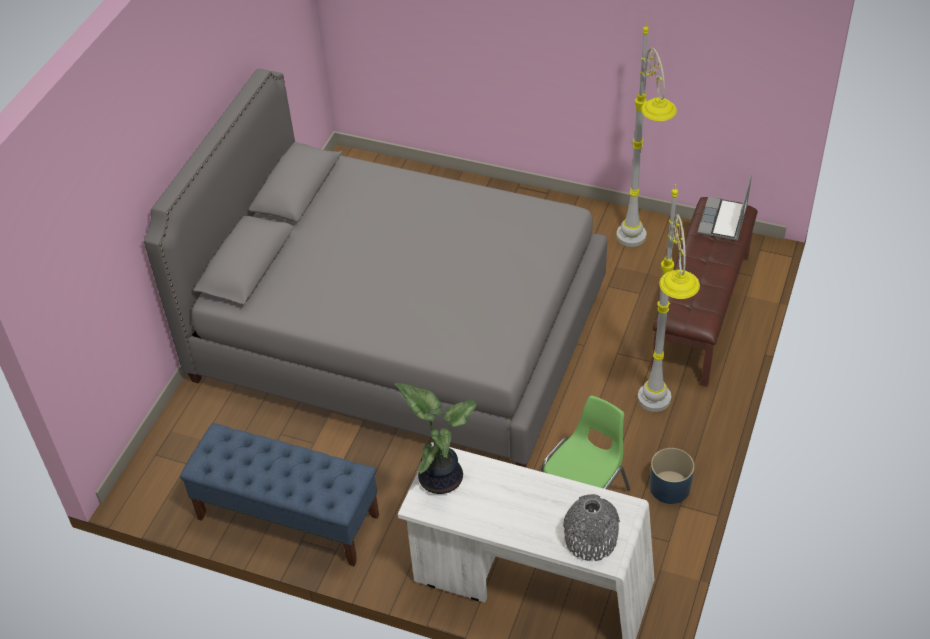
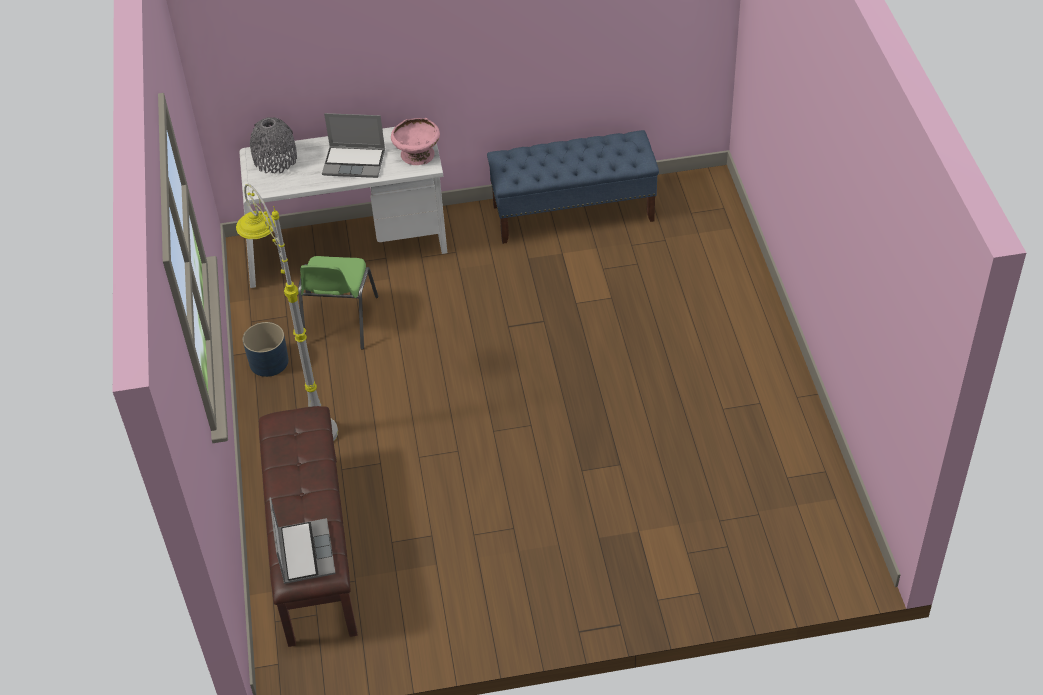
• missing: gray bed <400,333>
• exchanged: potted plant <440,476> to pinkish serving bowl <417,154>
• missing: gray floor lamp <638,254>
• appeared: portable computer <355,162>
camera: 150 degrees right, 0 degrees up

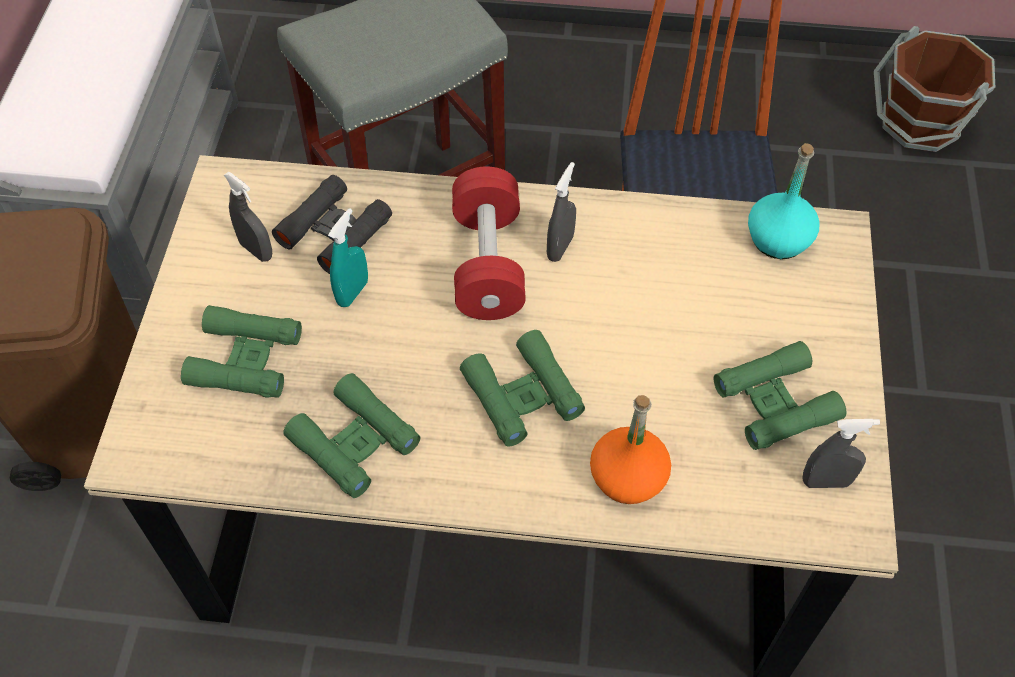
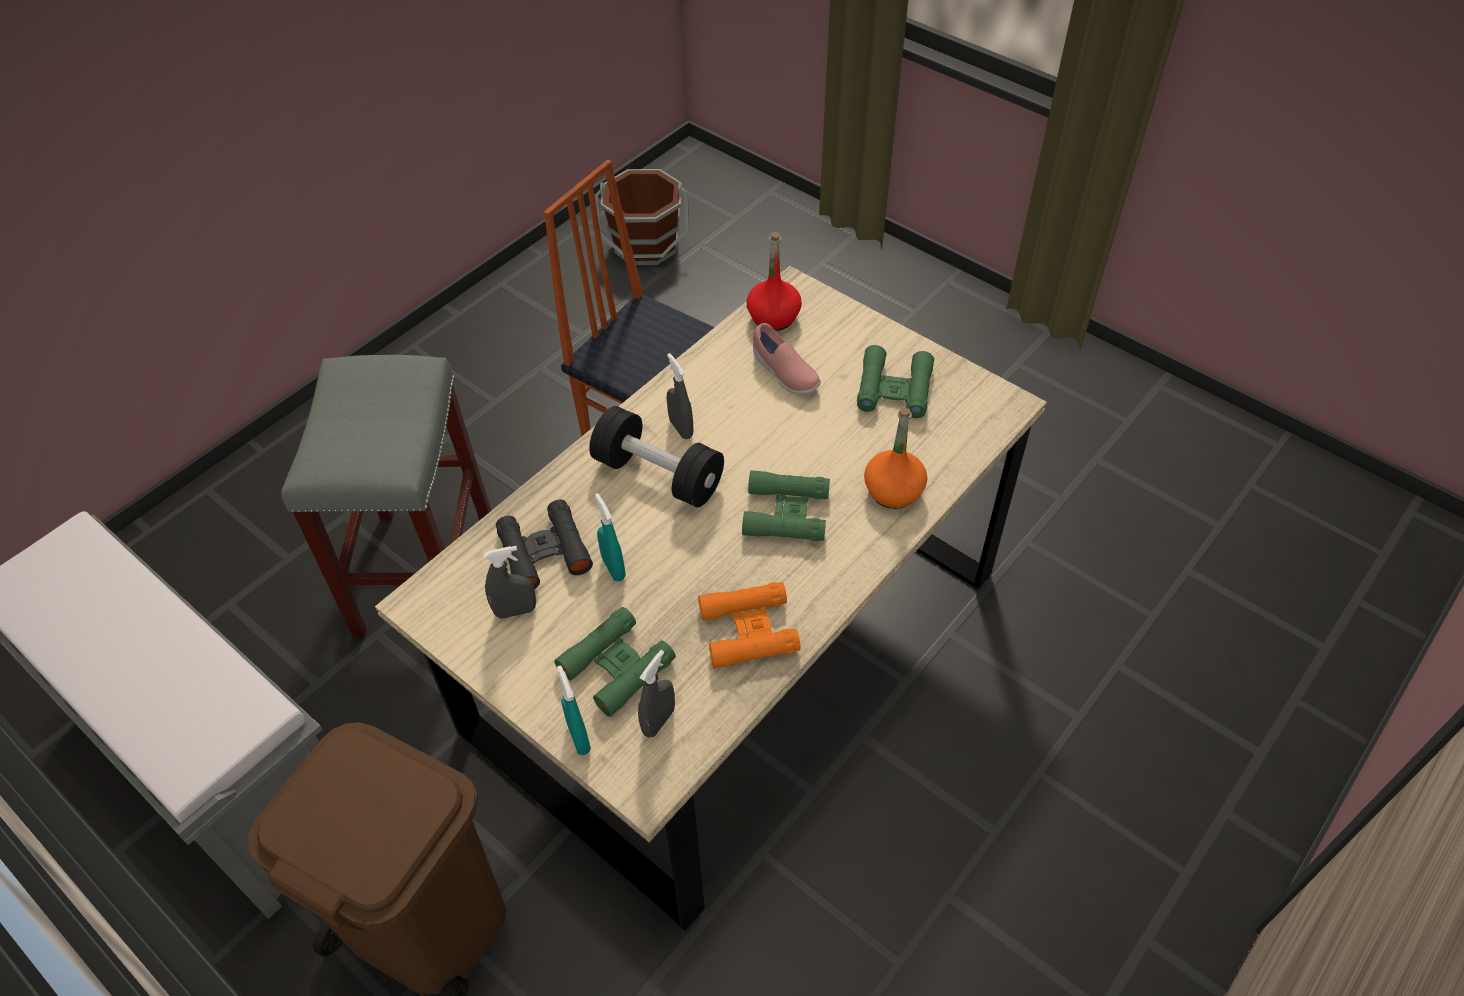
• colour: greenish pair of binoculars <354,442> to orangey pair of binoculars <748,630>
• colour: reddish dumbbell <488,263> to blackish dumbbell <658,475>
• colour: turquoise-coloured bottle <778,239> to reddish bottle <774,317>
• relocated: gray sprayer <826,482> to <658,721>
• appeared: turquoise-coloured sprayer <579,737>
• appeared: pinkish low shoe <784,373>
camera: 55 degrees left, 5 degrees down

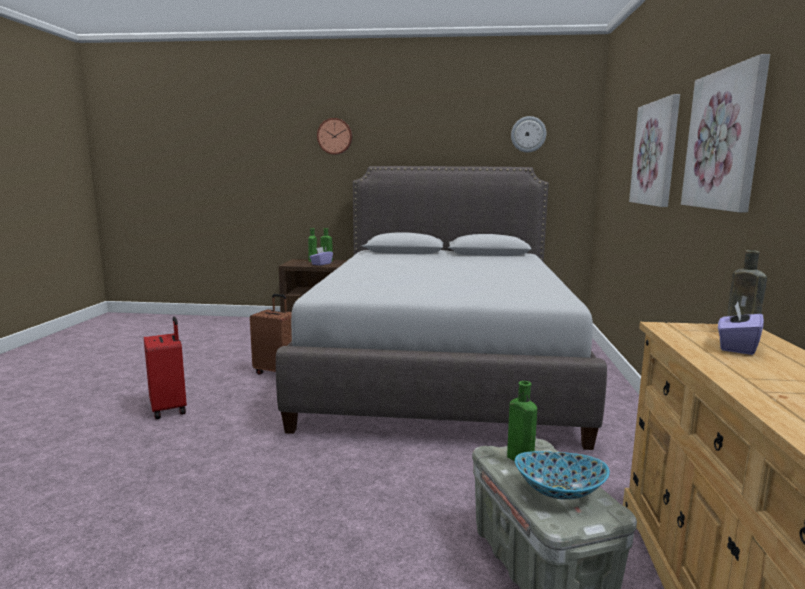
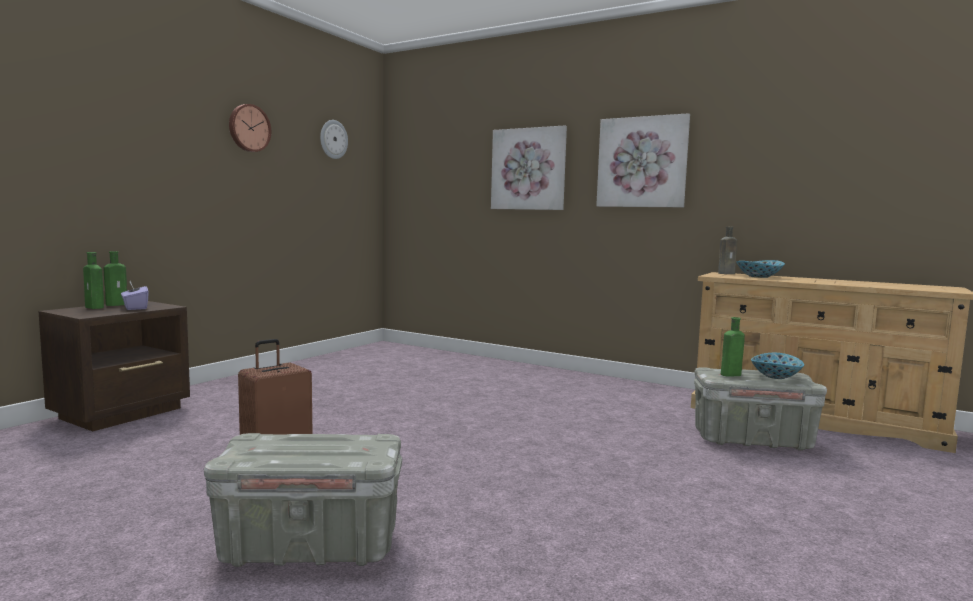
• exchanged: reddish piece of luggage <170,409> to gray storage box <311,546>
• missing: gray bed <442,367>
• relocated: hanging clock <335,136> to <248,128>
• exchanged: purple-coloured box of tissues <736,347> to serving bowl <759,277>
camera: 65 degrees left, 5 degrees down

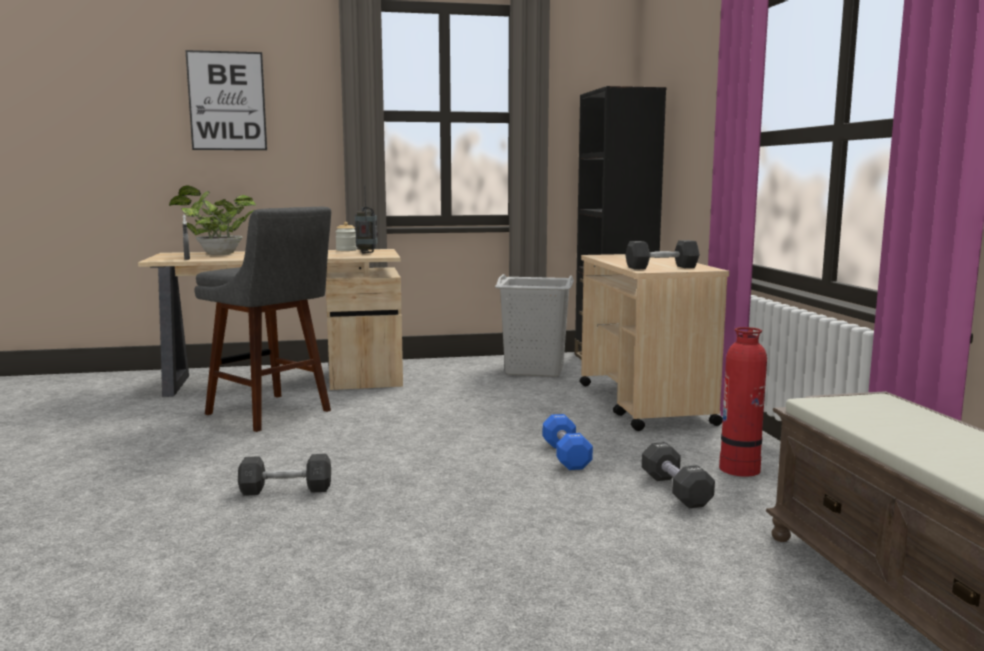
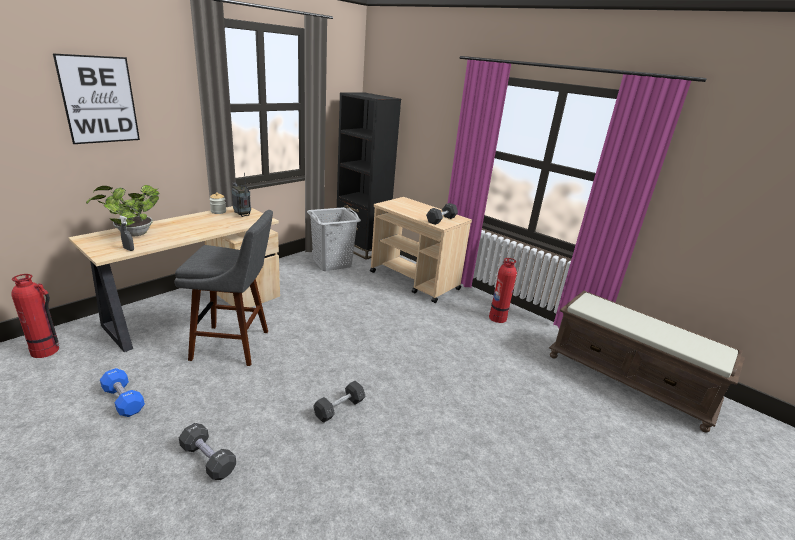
• relocated: blue dumbbell <566,456> to <123,400>
• relocated: blackish dumbbell <675,490> to <208,459>
• appeared: extinguisher <45,351>
camera: 40 degrees left, 15 degrees up

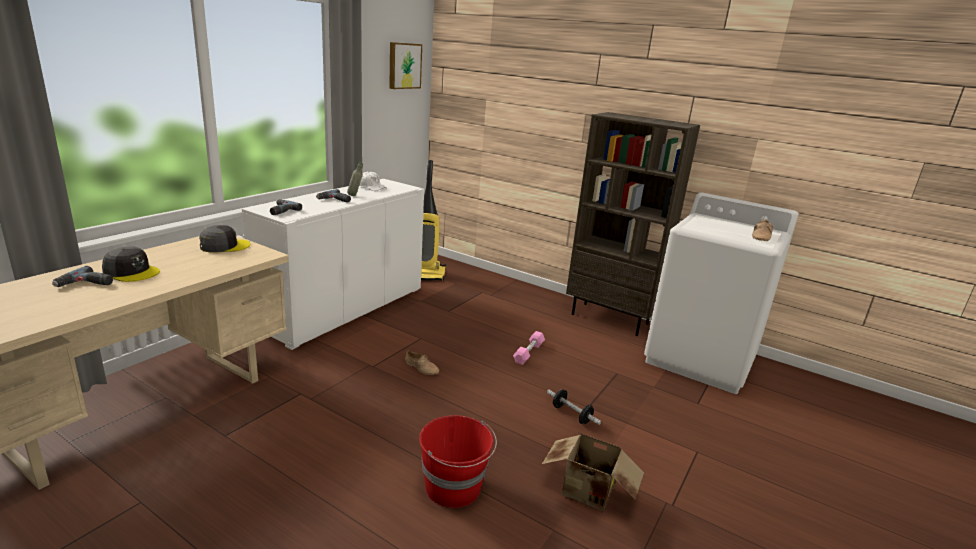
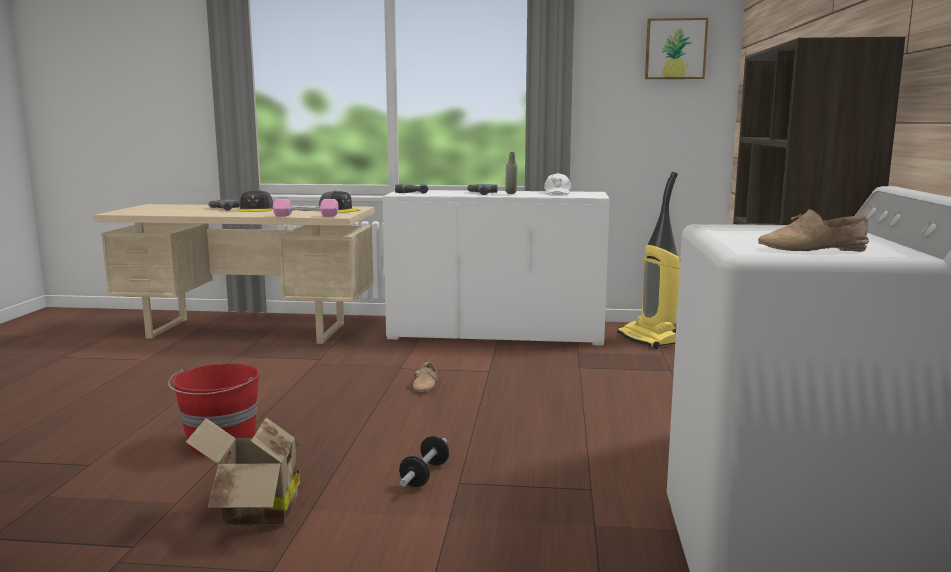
• relocated: pinkish dumbbell <528,353> to <306,215>
camera: 65 degrees right, 10 degrees down

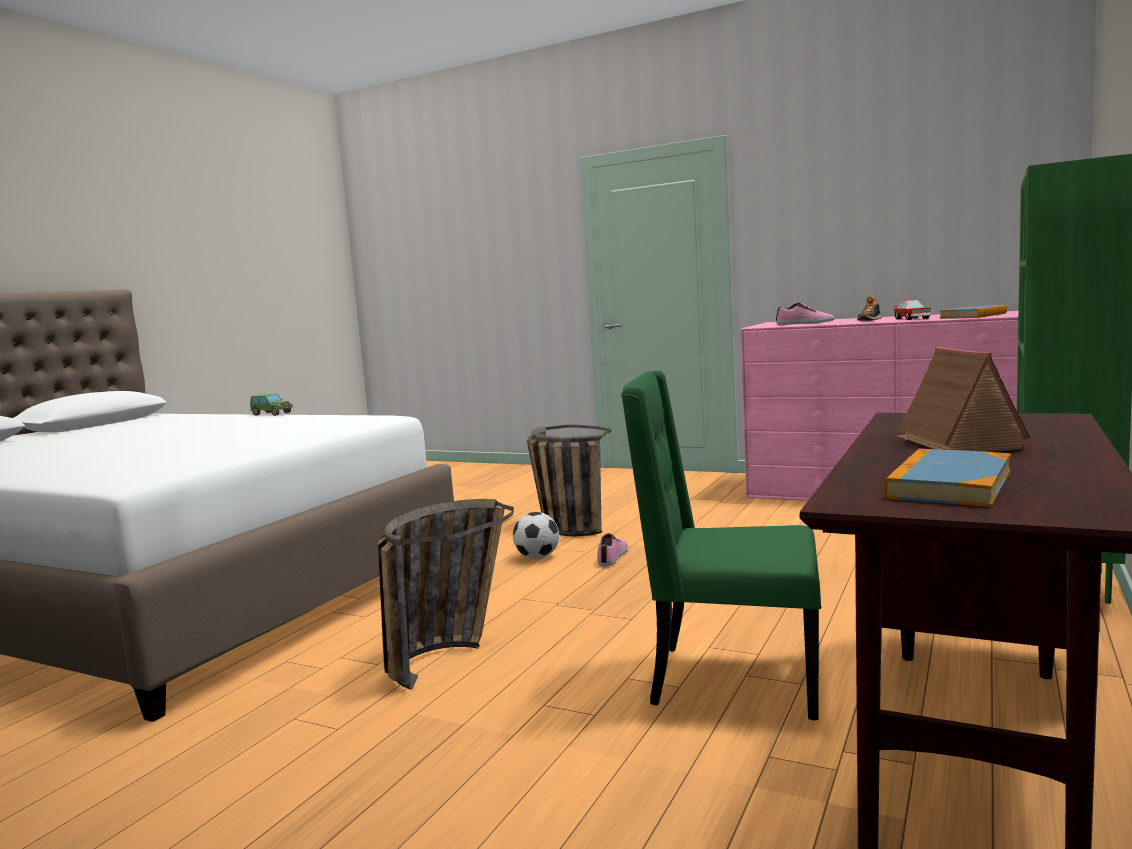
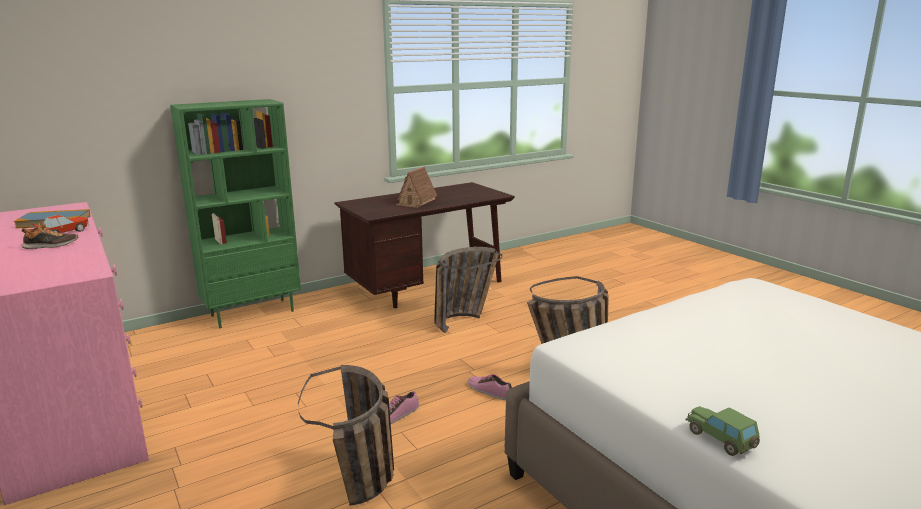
• missing: ball for football <537,557>
• exchanged: greenish chair <731,679> to household basket <464,320>
• relocated: low shoe <804,323> to <490,391>
• missing: volume <949,484>
camera: 150 degrees left, 10 degrees up

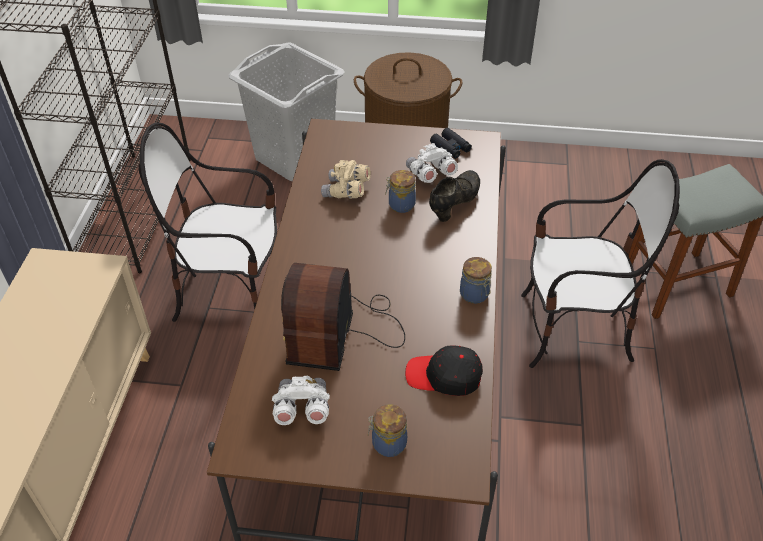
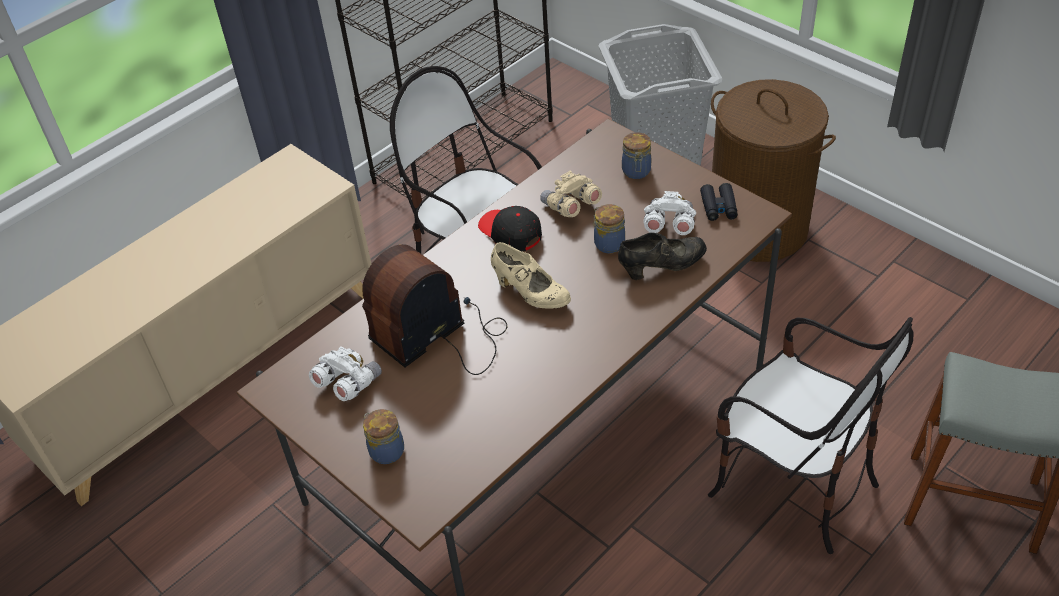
• relocated: blackish cap <444,376> to <510,233>
• relocated: jar <475,295> to <636,172>
• appeared: beige-coloured low shoe <530,294>
camera: 40 degrees right, 0 degrees up

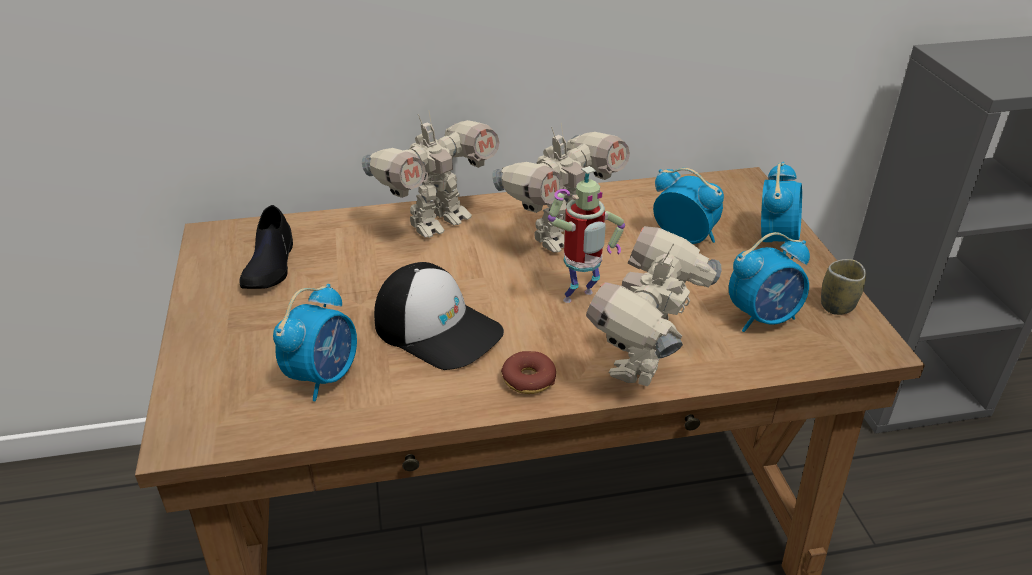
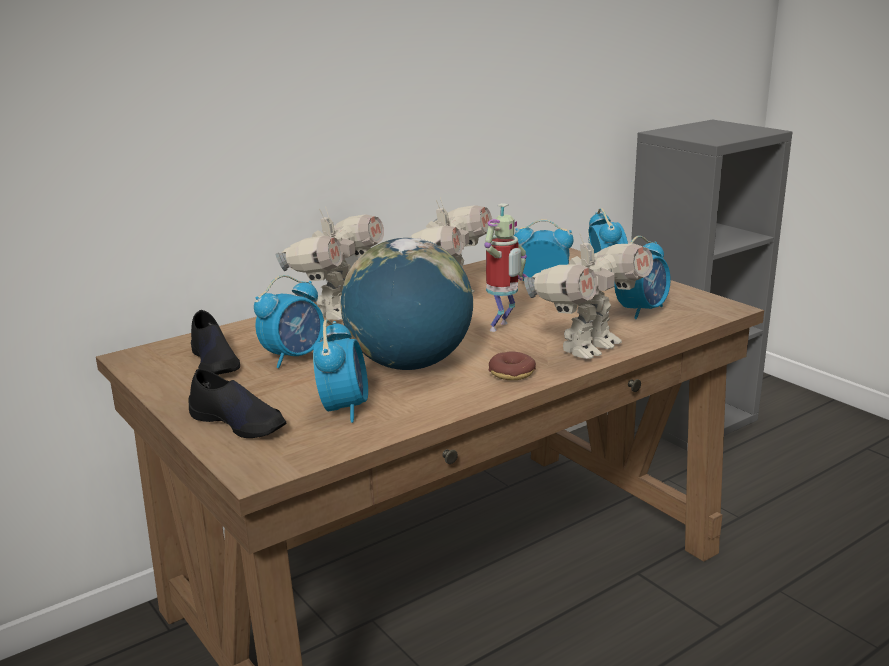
• exchanged: cap <438,328> to globe <409,364>
• spun: model robot <645,364> = <587,348> 135 degrees counterclockwise
• missing: small cup <837,305>
• appeared: blackish low shoe <239,422>
• appeared: bedside clock <294,357>
camera: 25 degrees left, 15 degrees down

